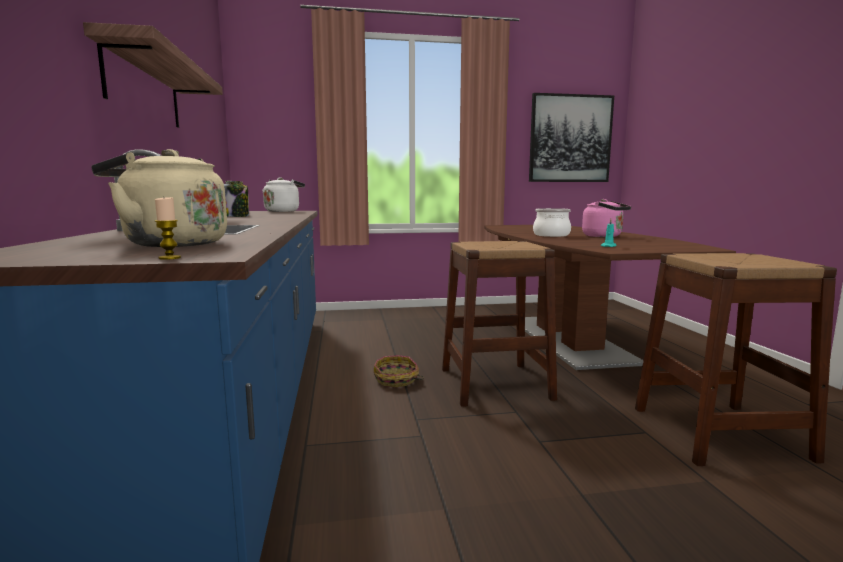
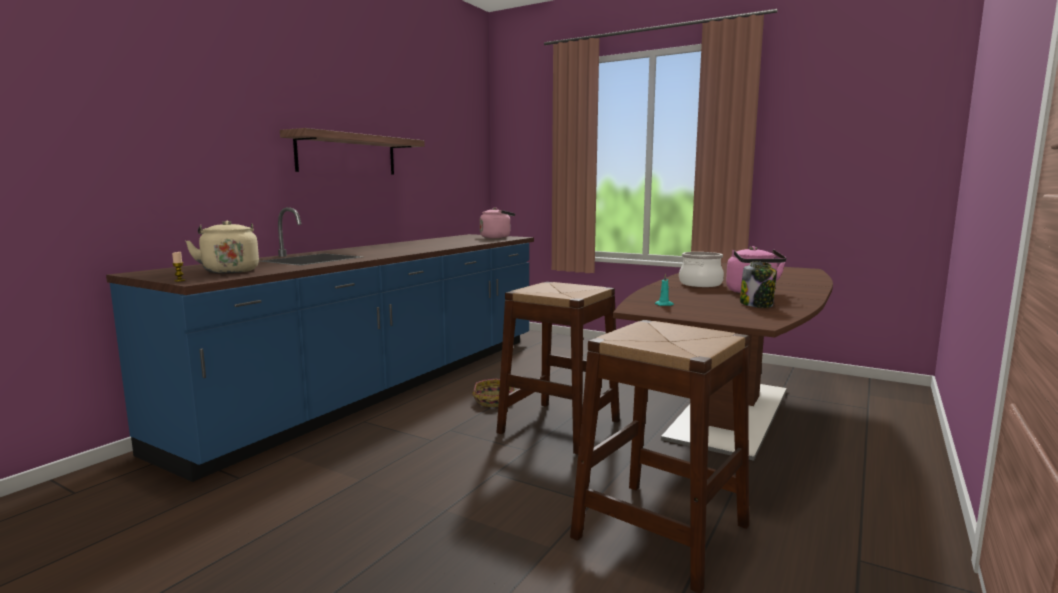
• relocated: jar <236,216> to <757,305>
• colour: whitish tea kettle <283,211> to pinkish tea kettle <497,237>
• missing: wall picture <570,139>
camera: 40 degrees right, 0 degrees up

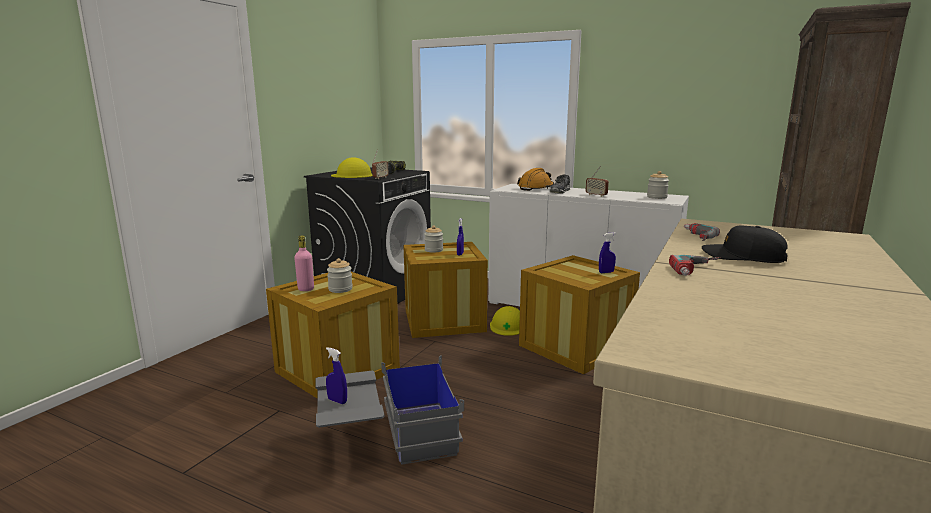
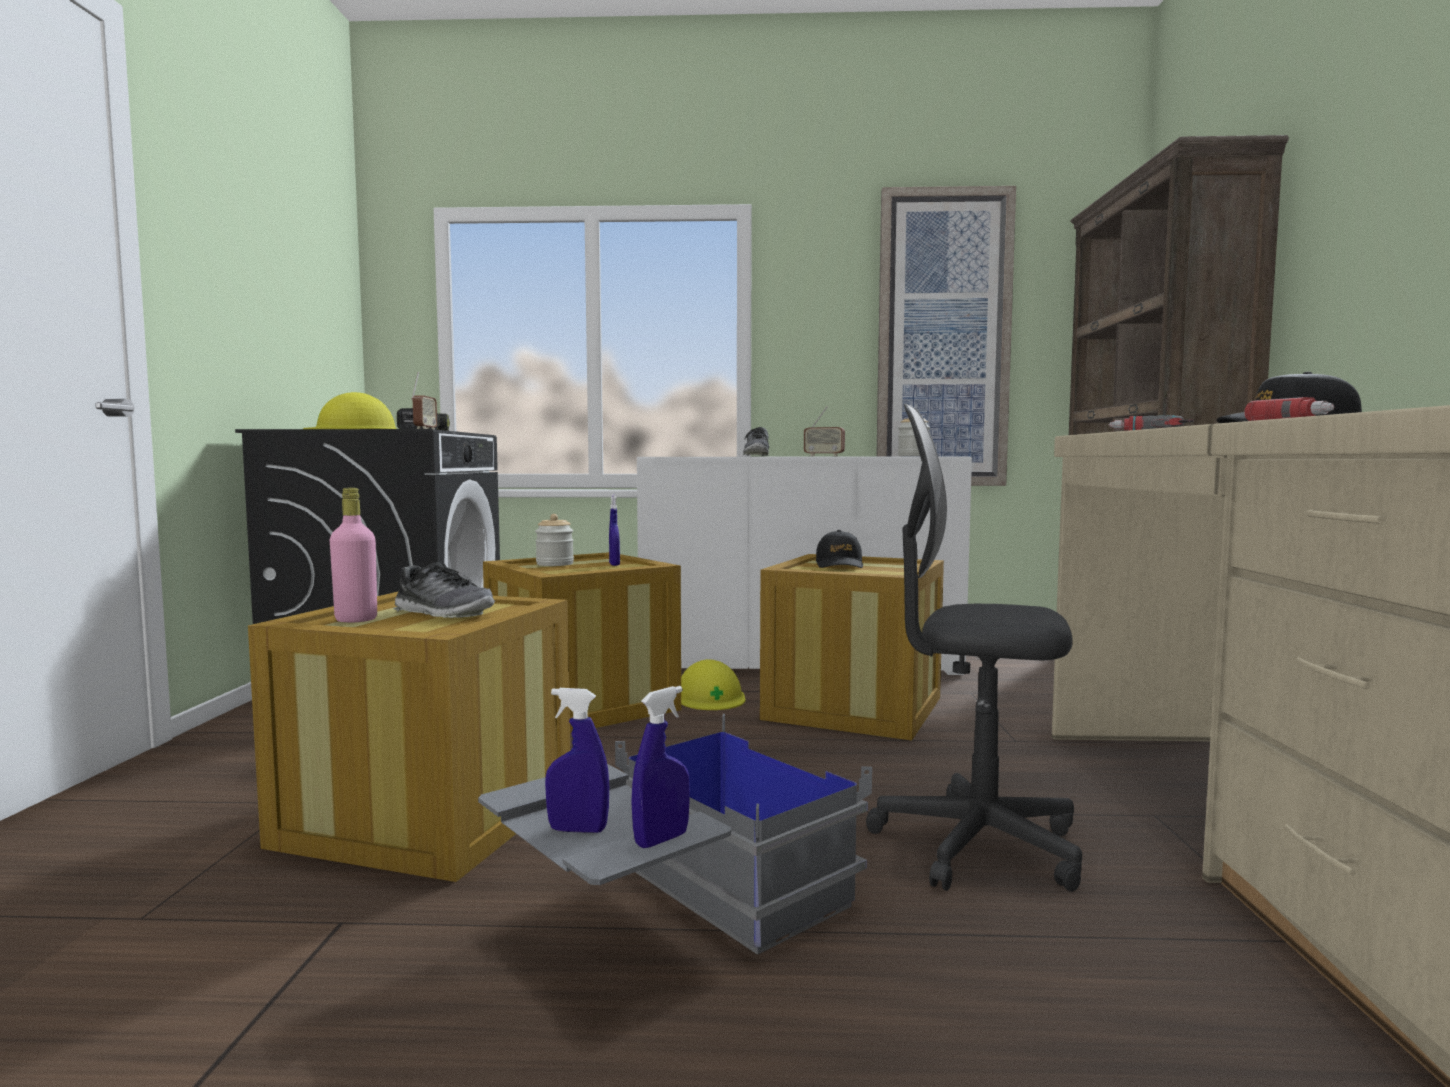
• exchanged: jar <340,289> to low shoe <443,613>
• missing: orangey work helmet <536,188>
• relocated: blue sprayer <606,272> to <661,839>
• appeared: blackish cap <839,565>
• appeared: gray desk chair <976,846>
• appeared: wall picture <943,340>
camera: 25 degrees left, 10 degrees down

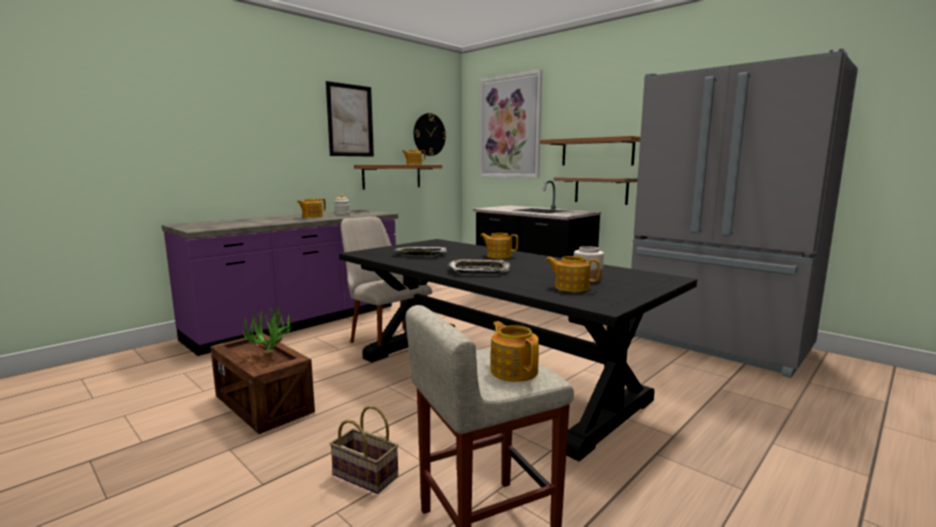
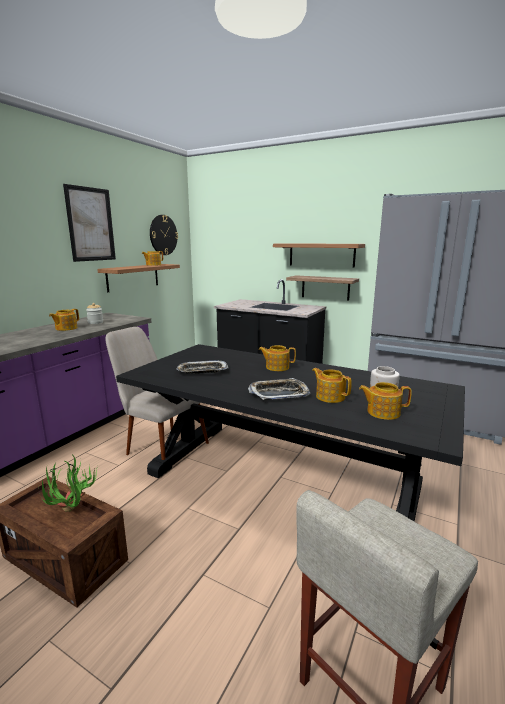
• missing: household basket <363,476>
• missing: wall picture <510,127>
• relocated: pot for tea <514,370> to <330,396>
camera: 15 degrees left, 5 degrees up

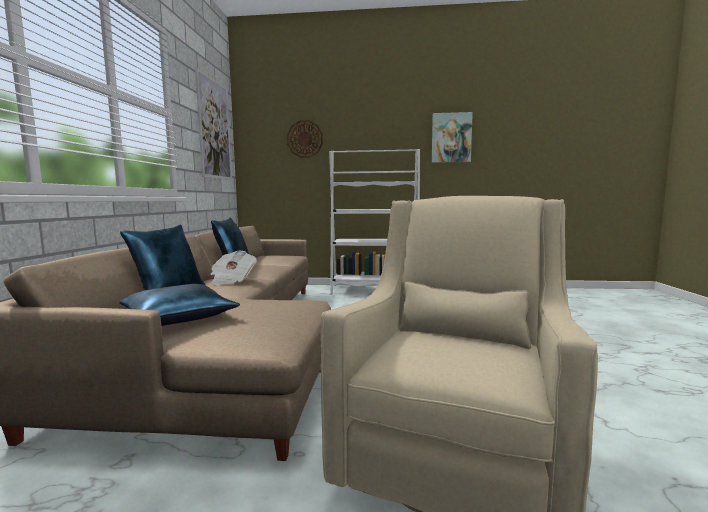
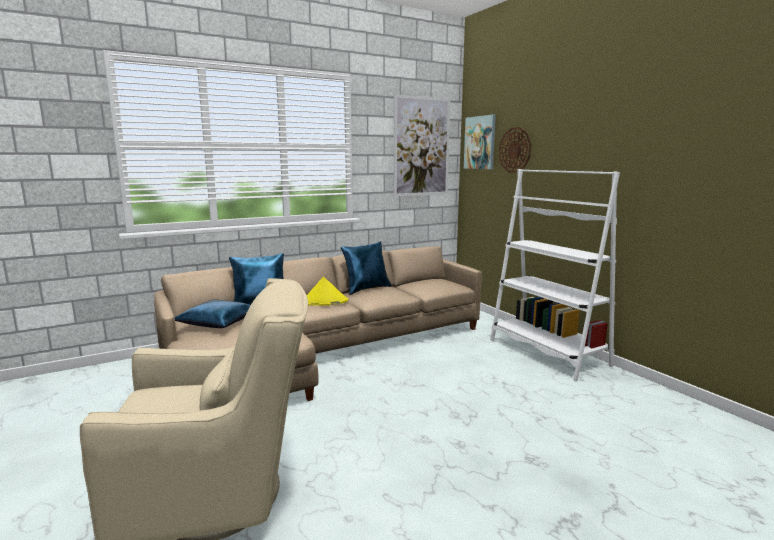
• exchanged: printed paper <232,280> to yellow wearable hat <324,302>
• relocated: wall picture <451,138> to <480,142>
camera: 55 degrees right, 5 degrees up

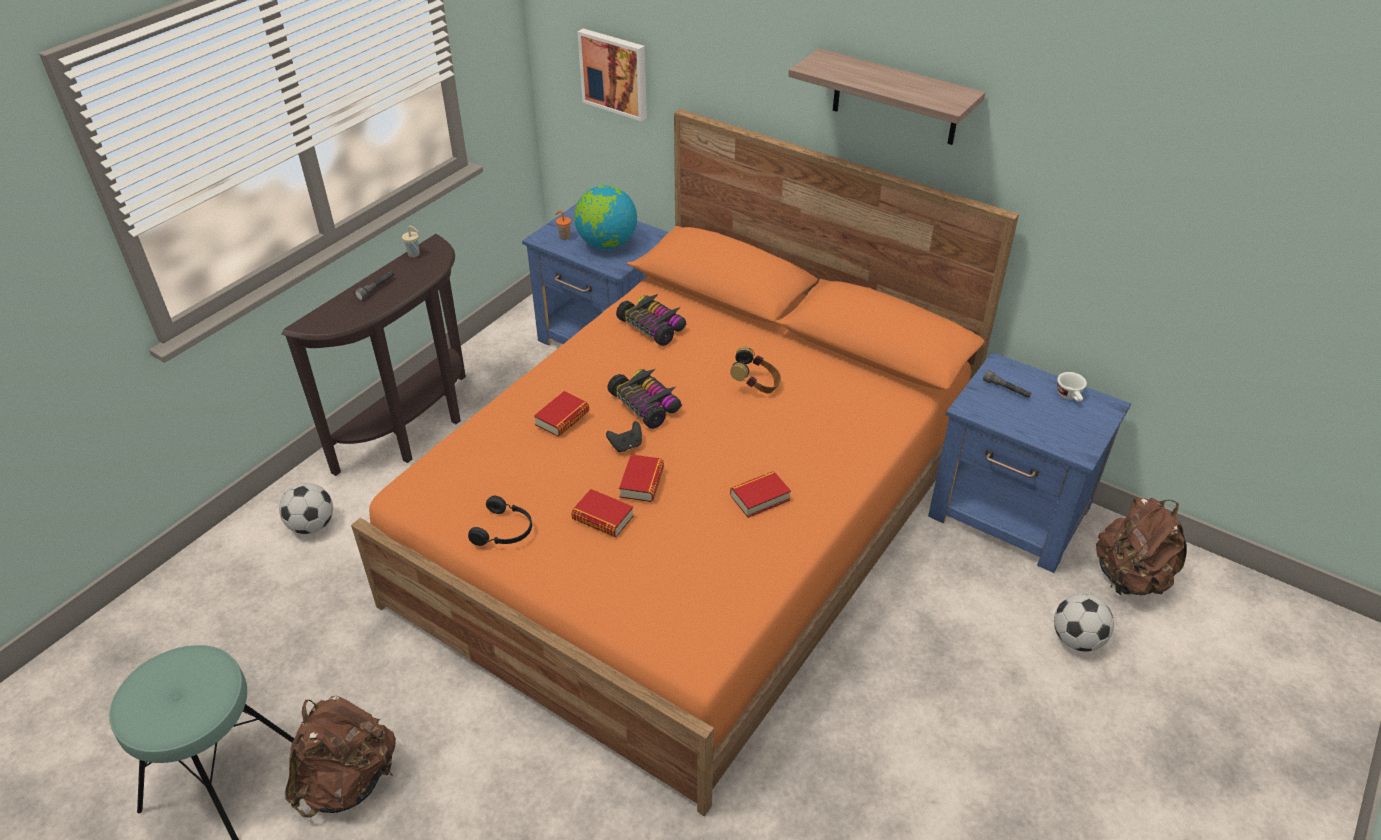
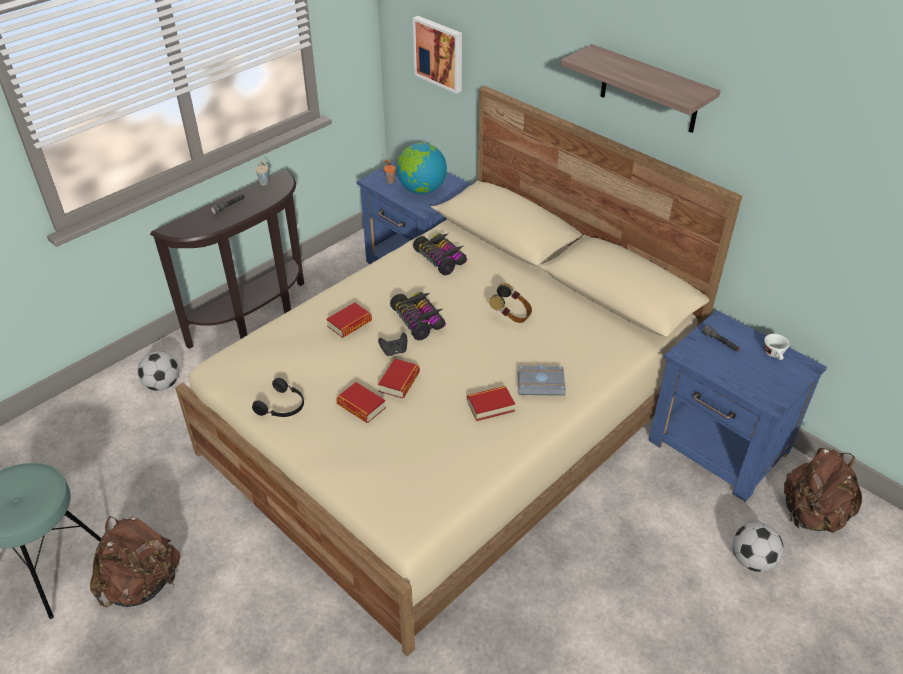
• colour: orangey bed <692,525> to beige-coloured bed <453,422>
• appeared: gray volume <542,383>
camera: 10 degrees right, 0 degrees up

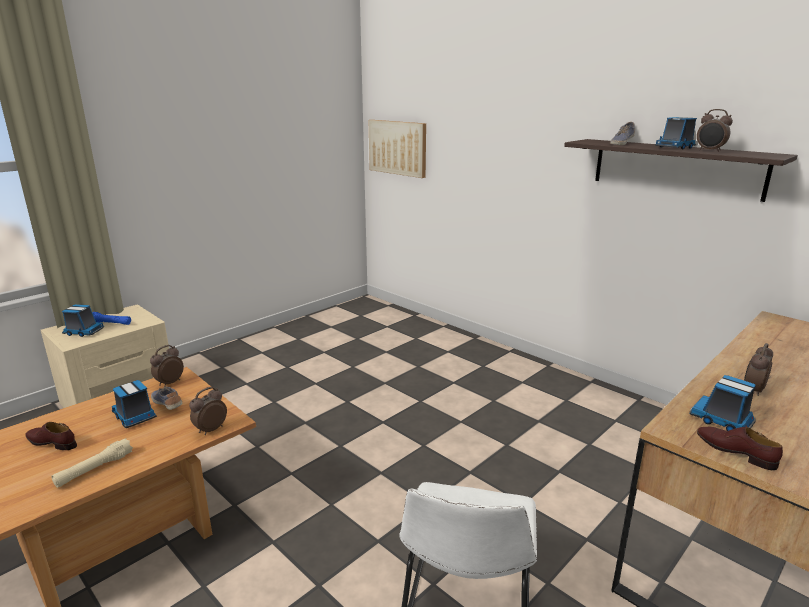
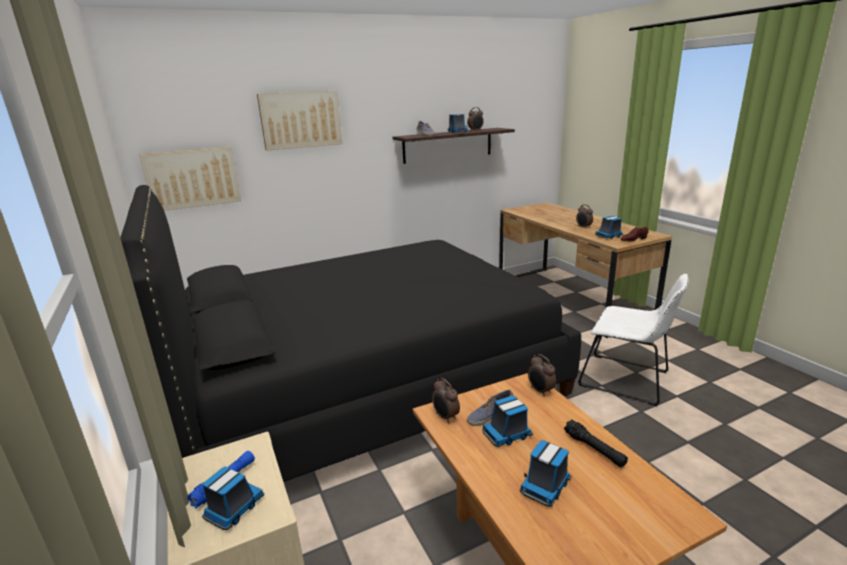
• exchanged: brownish low shoe <52,442> to toy lorry <545,485>
• colour: beige-coloured flashlight <94,469> to blackish flashlight <594,449>
• appeared: blackish bed <366,383>
• appeared: wall picture <301,120>
camera: 70 degrees left, 0 degrees up

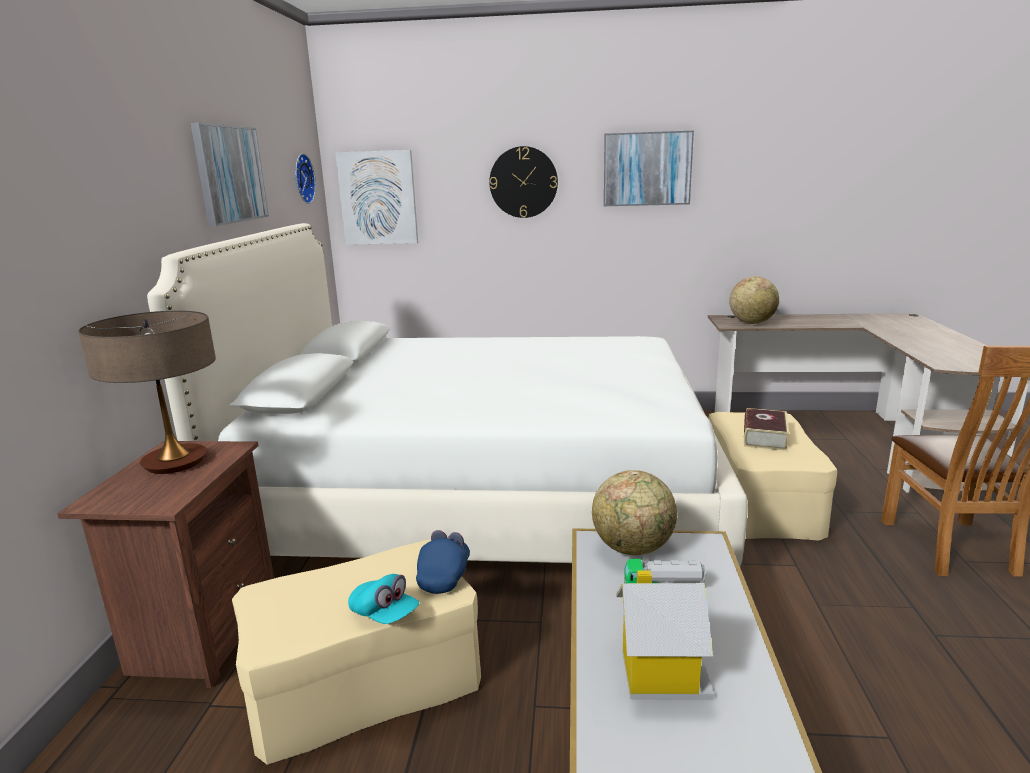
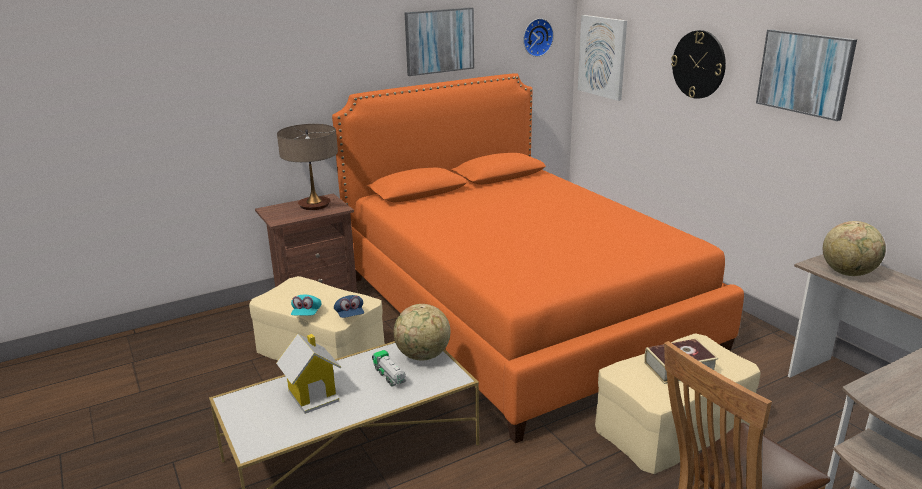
• colour: whitish bed <485,496> to orangey bed <519,312>
• spun: blue cap <444,575> = <349,315> 90 degrees clockwise
camera: 55 degrees right, 5 degrees up

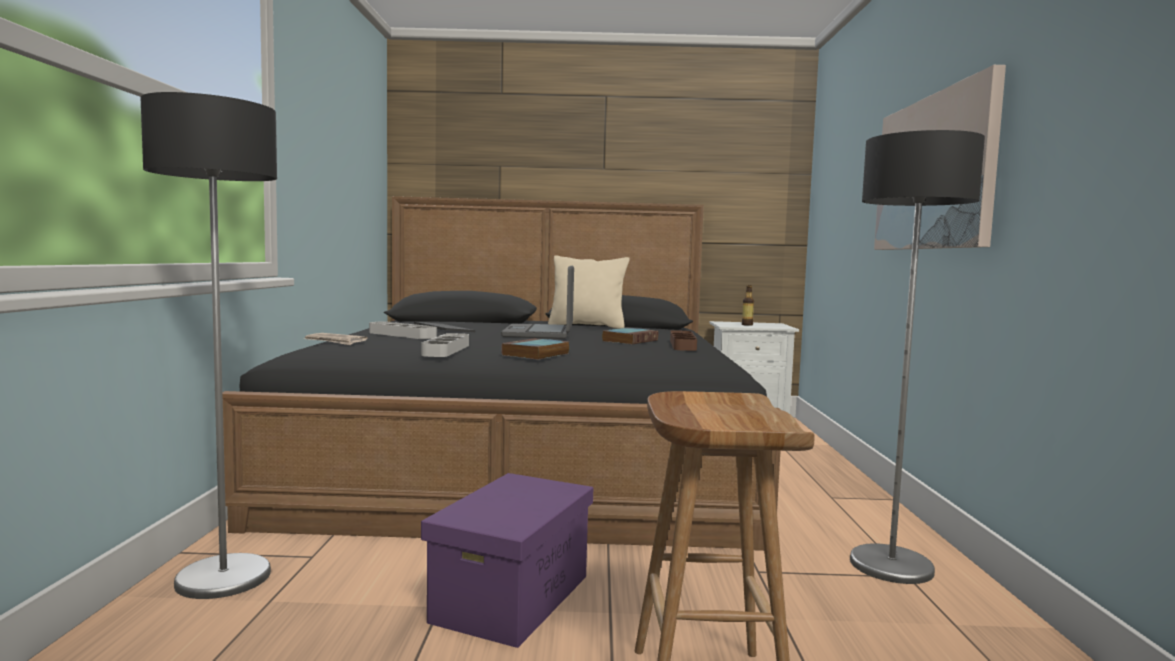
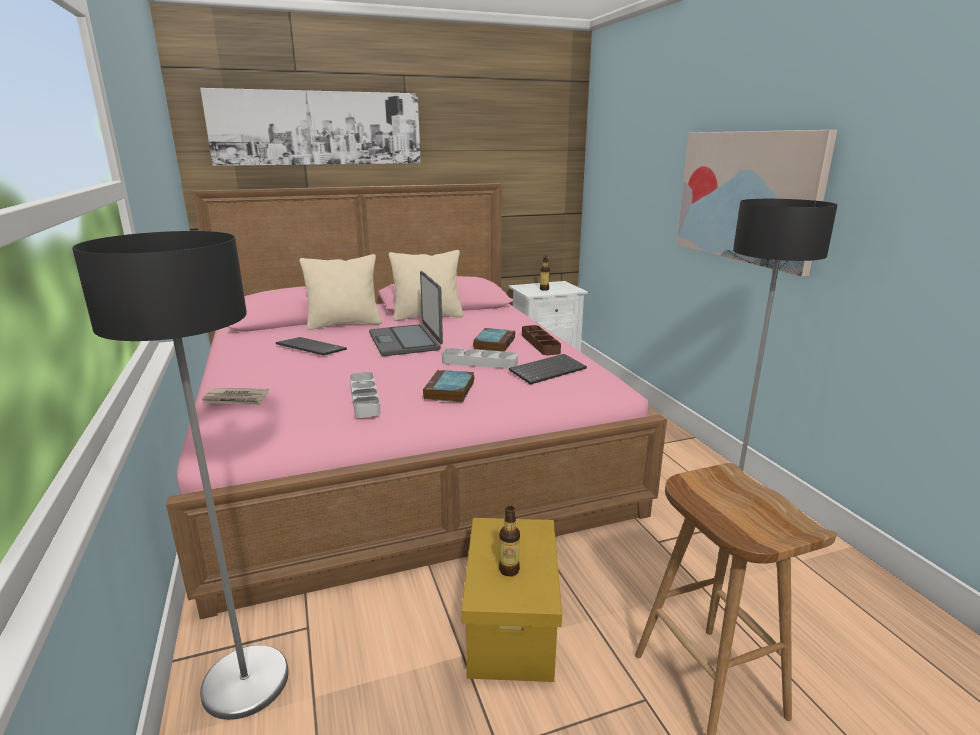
• colour: blackish bed <526,456> to pinkish bed <401,445>
• relocated: gray tray <402,335> to <479,362>
• colour: purple-coloured storage box <512,597> to yellow storage box <510,625>
• appeared: wall picture <318,128>
• appeared: beige-coloured cushion <344,324>
• appeared: bottle <509,570>
• appeared: PC keyboard <548,370>
camera: 20 degrees left, 15 degrees up

